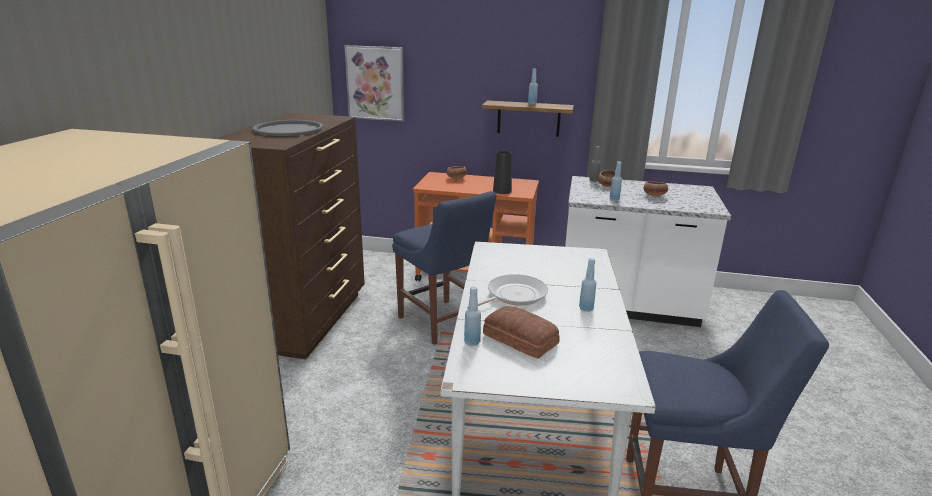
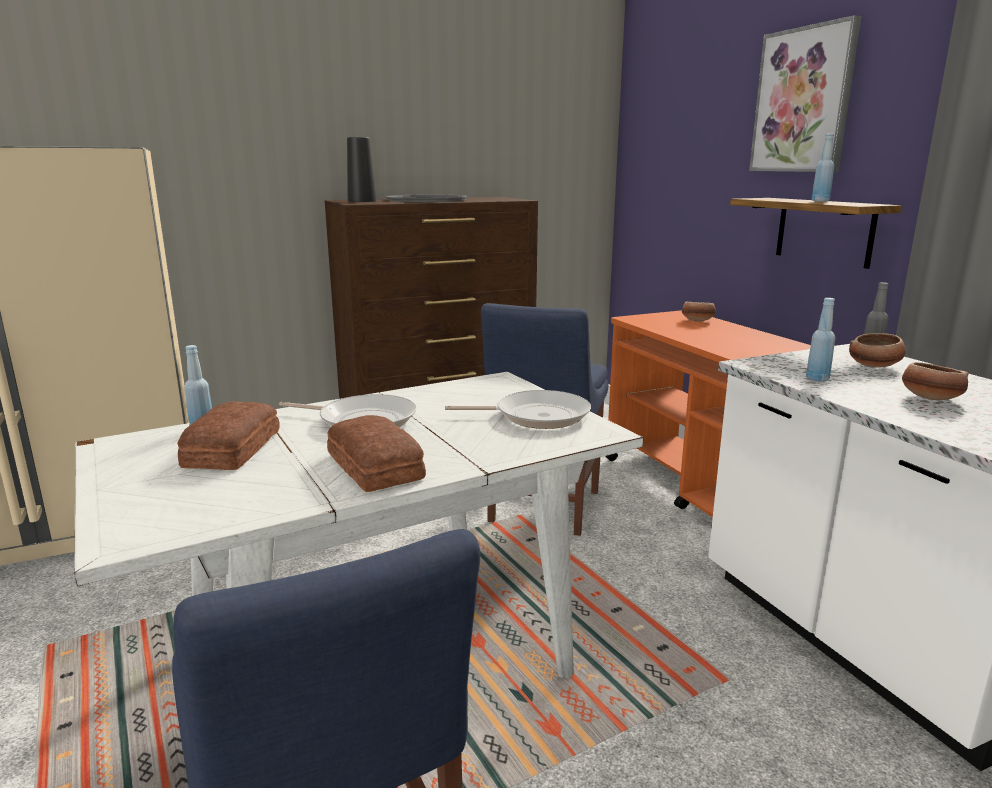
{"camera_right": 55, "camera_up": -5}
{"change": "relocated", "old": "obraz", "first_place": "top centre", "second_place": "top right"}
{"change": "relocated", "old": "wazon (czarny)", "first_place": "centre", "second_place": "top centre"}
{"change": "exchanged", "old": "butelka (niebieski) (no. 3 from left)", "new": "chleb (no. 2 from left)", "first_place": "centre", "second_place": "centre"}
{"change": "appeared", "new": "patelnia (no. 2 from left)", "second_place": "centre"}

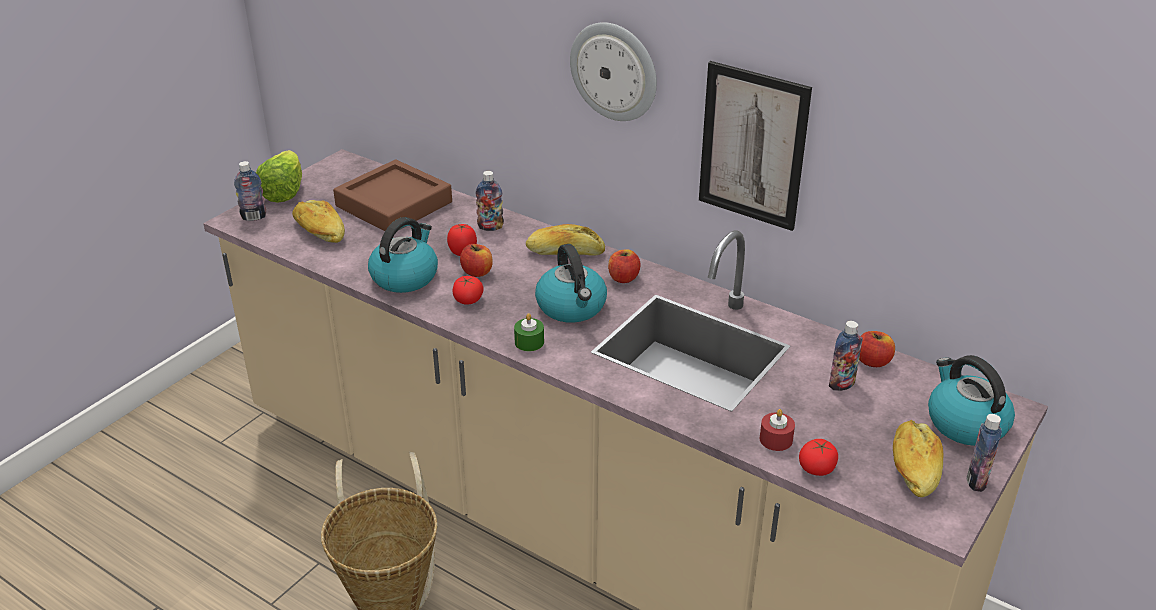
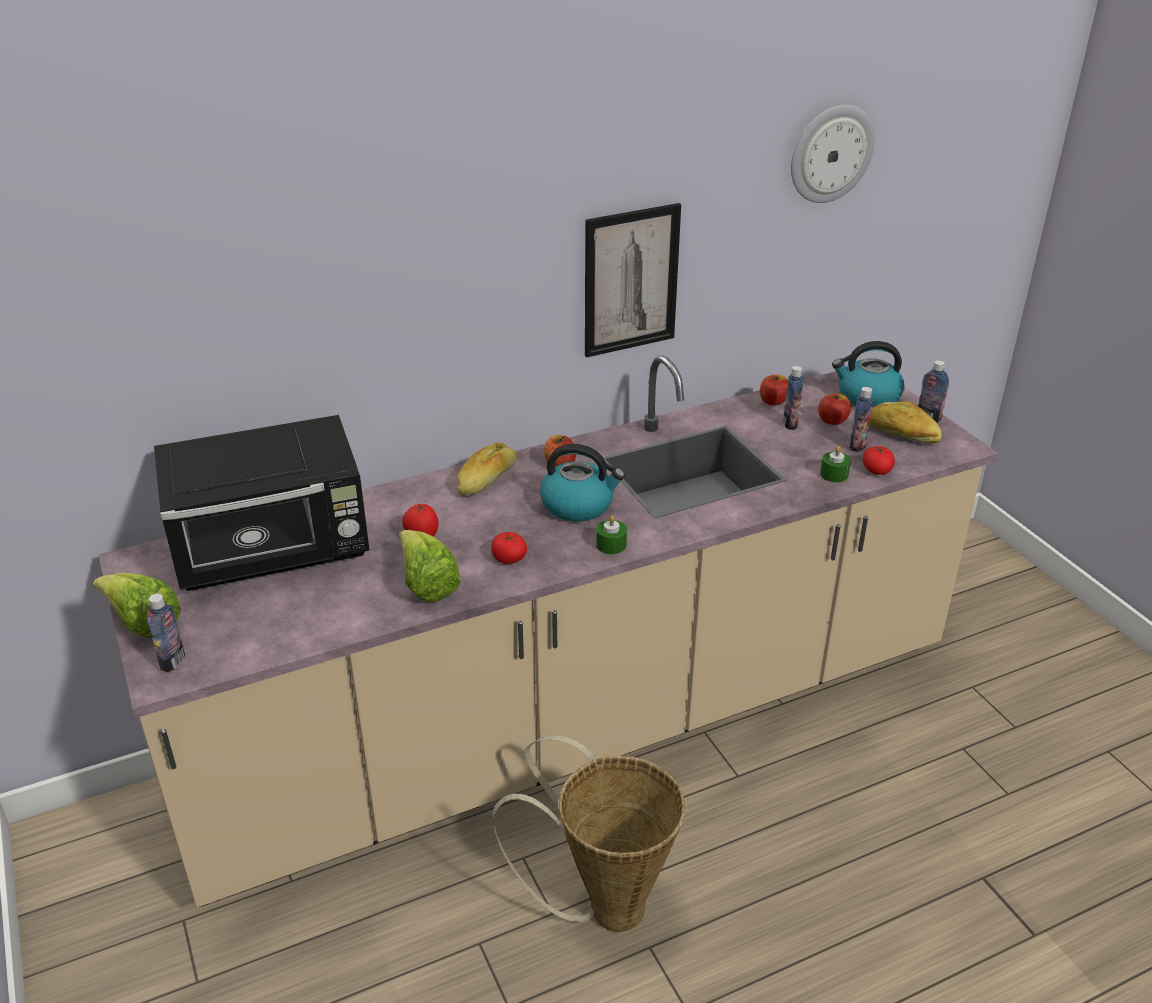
{"camera_right": -60, "camera_up": 0}
{"change": "missing", "old": "chleb (no. 1 from left)", "first_place": "middle left"}
{"change": "exchanged", "old": "taca (brązowy)", "new": "mikrofalówka (czarny)", "first_place": "top centre", "second_place": "middle left"}
{"change": "exchanged", "old": "czajnik (no. 1 from left)", "new": "sałata (no. 2 from left)", "first_place": "centre", "second_place": "centre"}
{"change": "relocated", "old": "jabłko (no. 1 from left in the first image)", "new": "jabłko (no. 3 from left)", "first_place": "centre", "second_place": "middle right"}
{"change": "relocated", "old": "butelka (no. 2 from left in the first image)", "new": "butelka (no. 3 from left)", "first_place": "top centre", "second_place": "middle right"}
{"change": "relocated", "old": "zegar ścienny", "first_place": "top centre", "second_place": "top right"}
{"change": "colour", "old": "świeca (czerwony)", "new": "świeca (zielony) (no. 2 from left)", "first_place": "bottom right", "second_place": "middle right"}

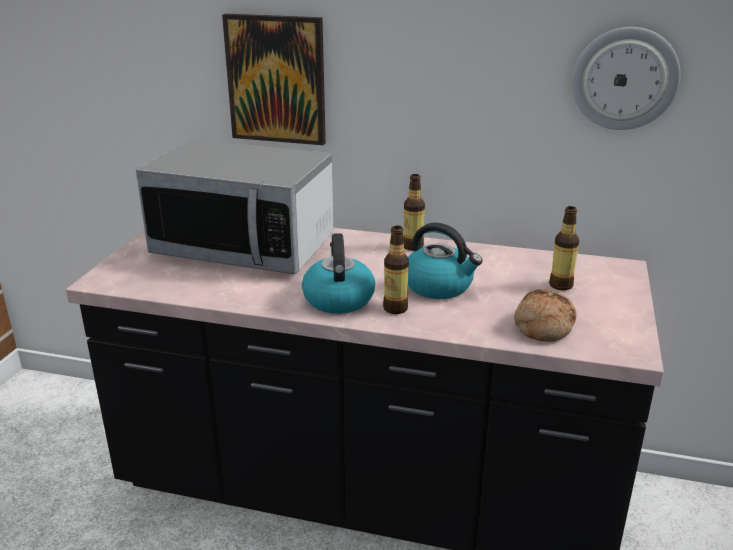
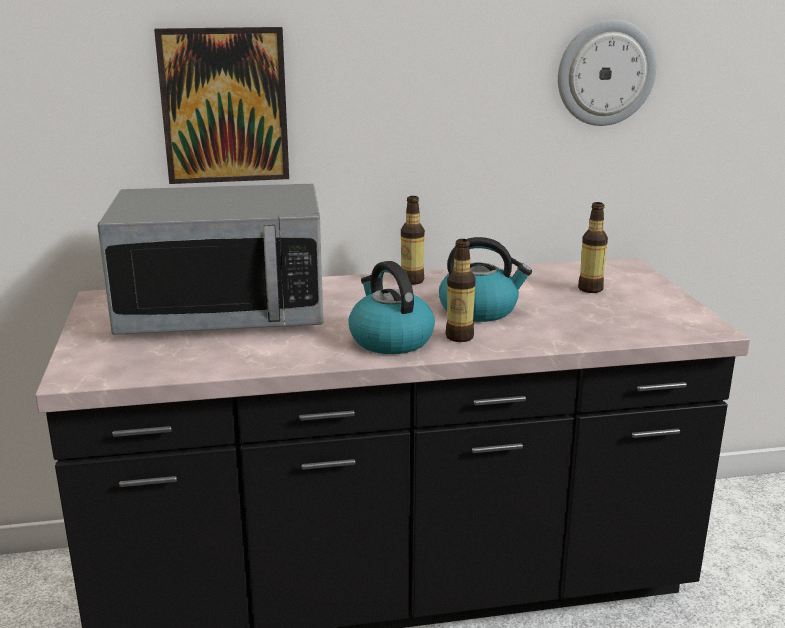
{"camera_right": -25, "camera_up": -5}
{"change": "missing", "old": "chleb", "first_place": "middle right"}

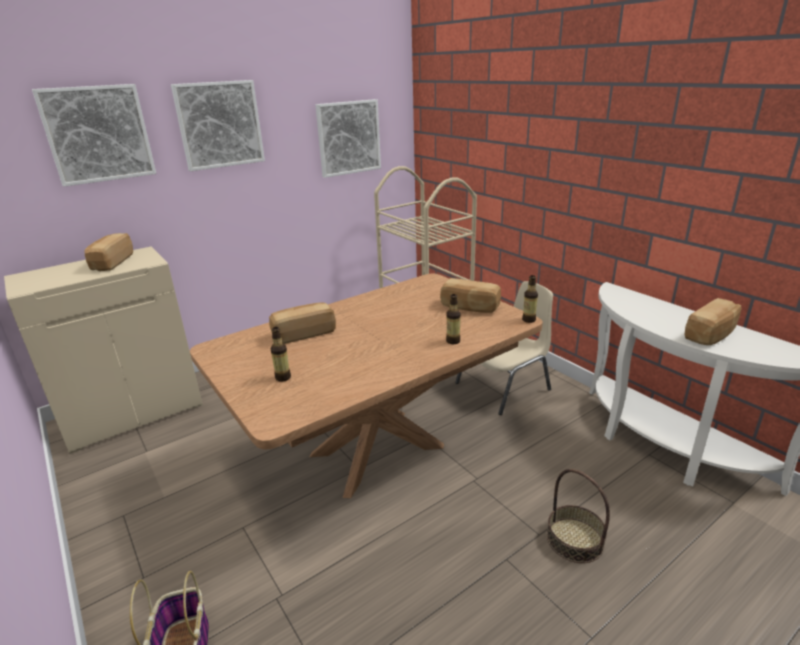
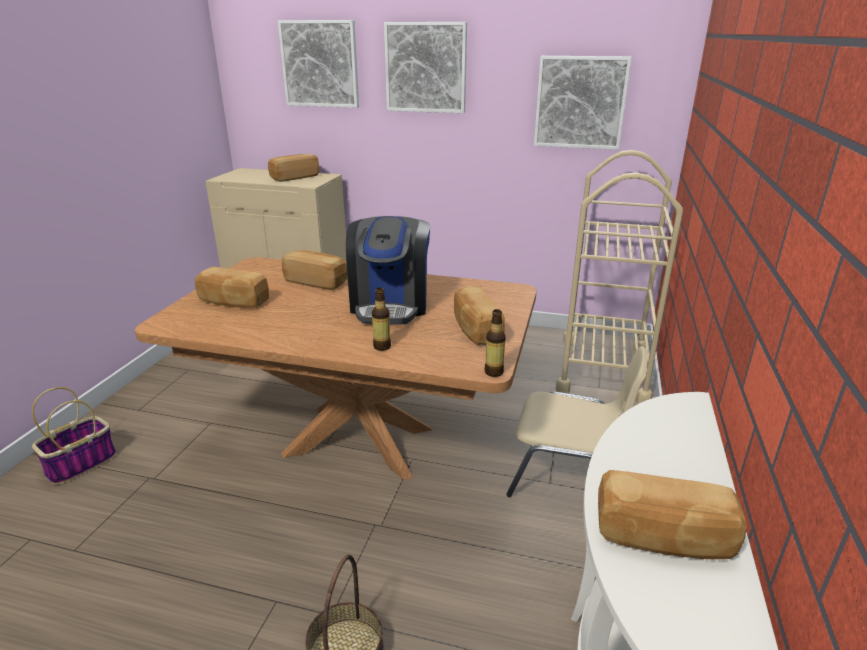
{"camera_right": 50, "camera_up": 0}
{"change": "exchanged", "old": "butelka (no. 1 from left)", "new": "chleb (no. 1 from left)", "first_place": "centre", "second_place": "middle left"}
{"change": "appeared", "new": "ekspres do kawy", "second_place": "centre"}

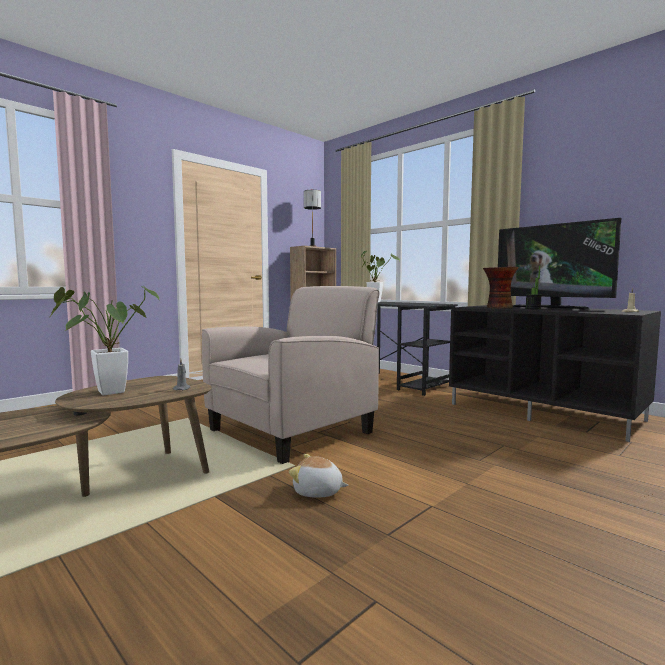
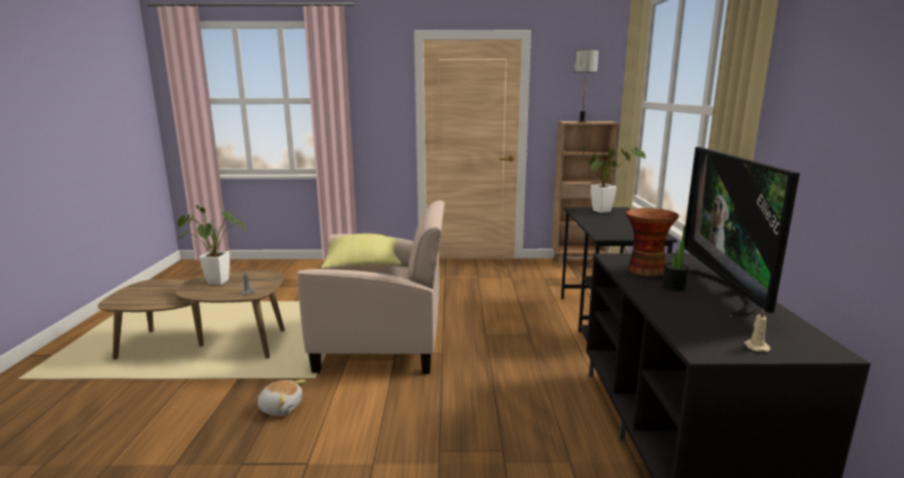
{"camera_right": 45, "camera_up": 10}
{"change": "spun", "old": "pluszak", "first_place": "bottom centre", "second_place": "bottom left", "degrees": 135}
{"change": "appeared", "new": "poduszka (żółty)", "second_place": "centre"}

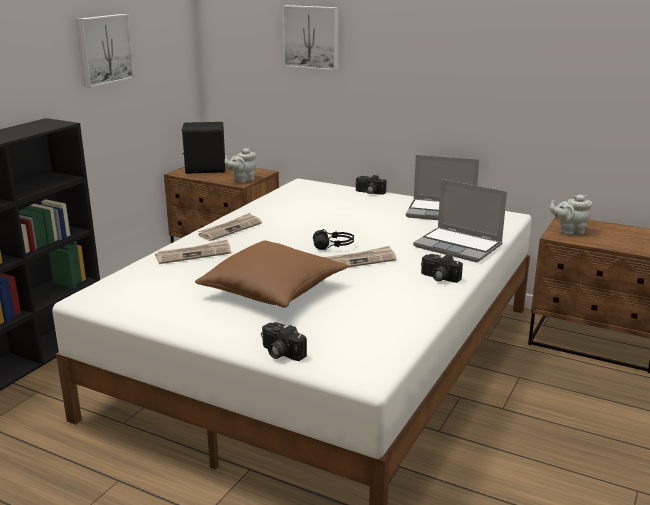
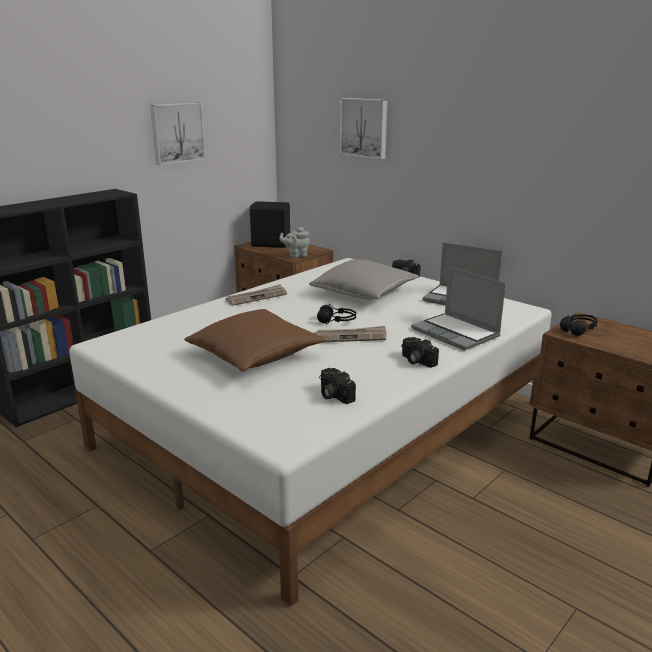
{"camera_right": 15, "camera_up": 0}
{"change": "missing", "old": "gazeta (no. 1 from left)", "first_place": "middle left"}
{"change": "relocated", "old": "aparat fotograficzny (no. 1 from left)", "first_place": "bottom centre", "second_place": "centre"}
{"change": "exchanged", "old": "imbryk (szary) (no. 2 from left)", "new": "słuchawki (czarny) (no. 2 from left)", "first_place": "middle right", "second_place": "middle right"}
{"change": "appeared", "new": "poduszka (szary)", "second_place": "centre"}

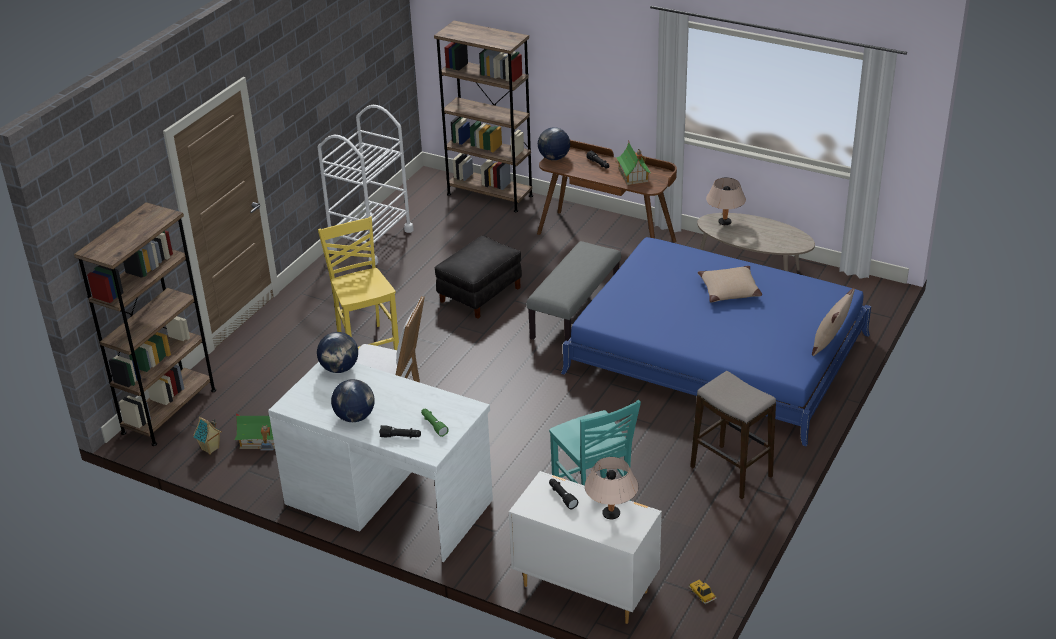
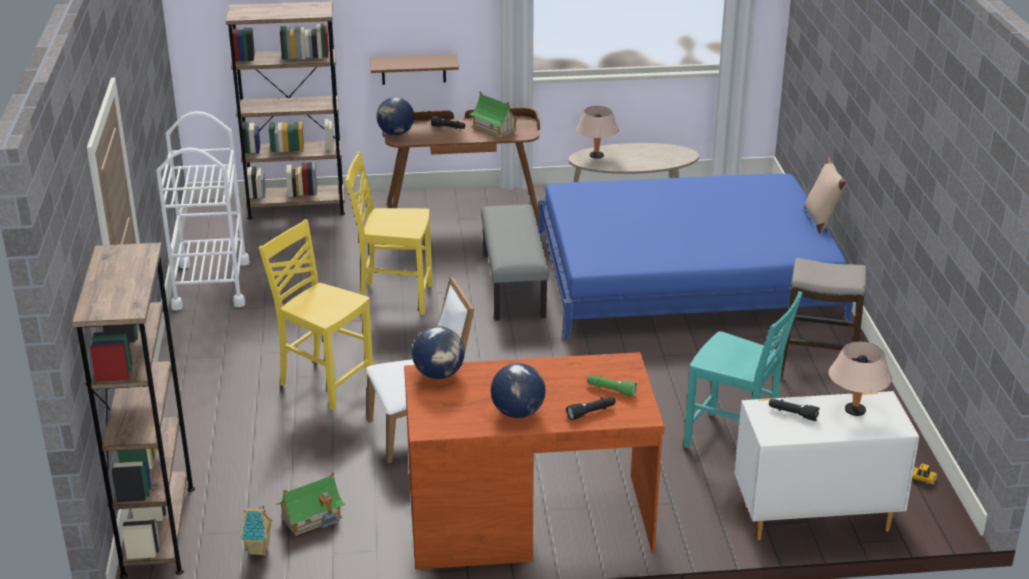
{"camera_right": -35, "camera_up": -5}
{"change": "colour", "old": "biurko (biały)", "new": "biurko (brązowy) (no. 2 from left)", "first_place": "bottom centre", "second_place": "bottom centre"}
{"change": "exchanged", "old": "pufa (czarny)", "new": "krzesło (żółty) (no. 2 from left)", "first_place": "centre", "second_place": "centre"}
{"change": "missing", "old": "poduszka (beżowy) (no. 1 from left)", "first_place": "middle right"}
{"change": "appeared", "new": "półka (brązowy)", "second_place": "top centre"}

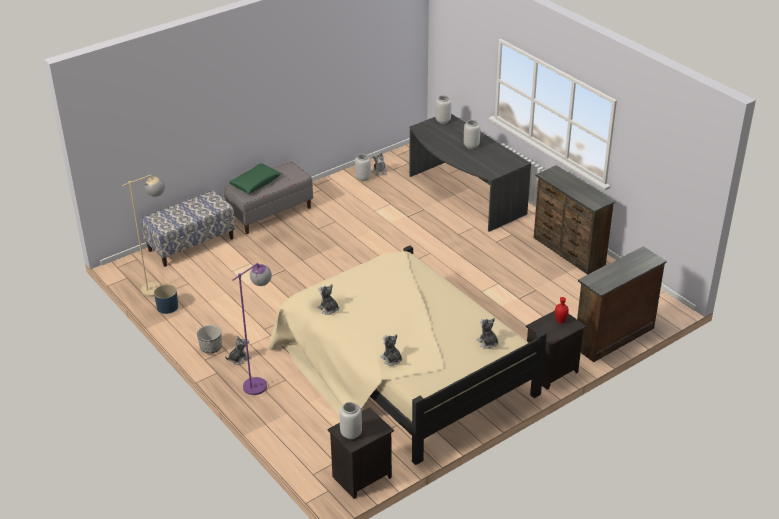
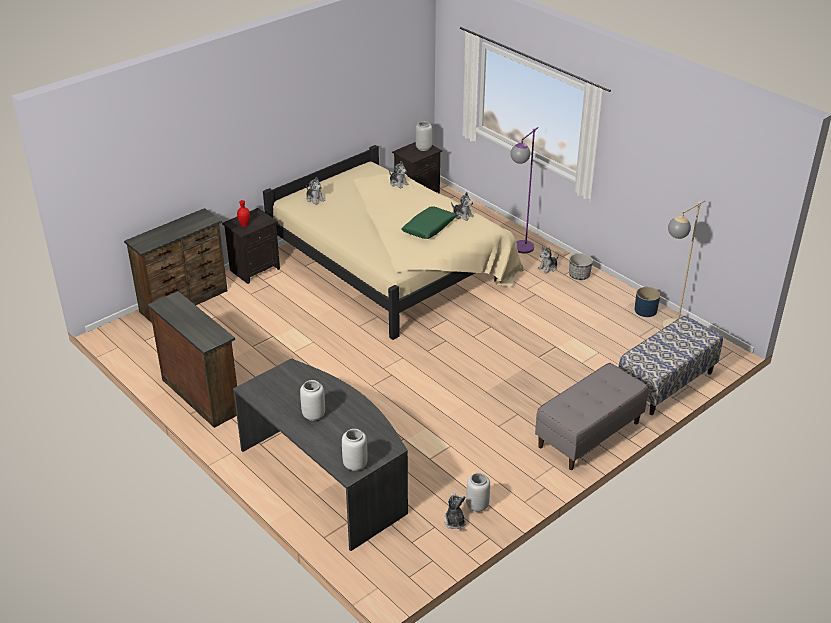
{"camera_right": 175, "camera_up": 0}
{"change": "relocated", "old": "poduszka (zielony)", "first_place": "middle left", "second_place": "centre"}

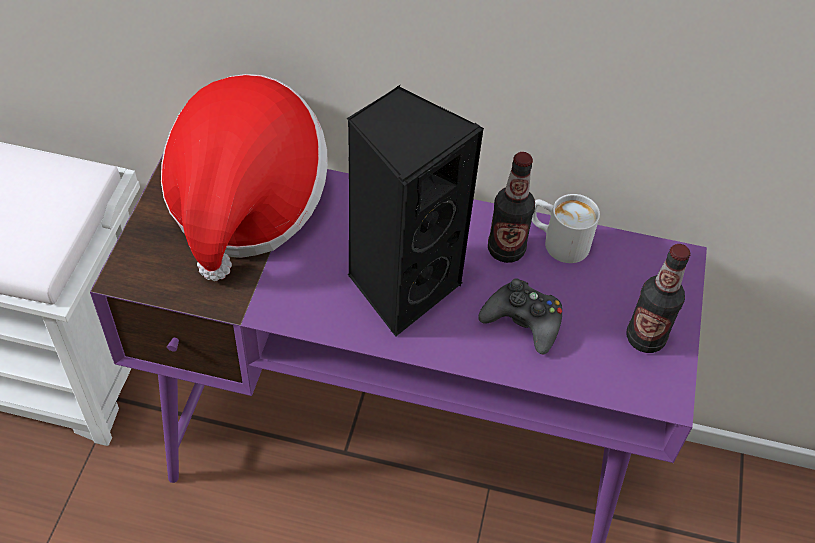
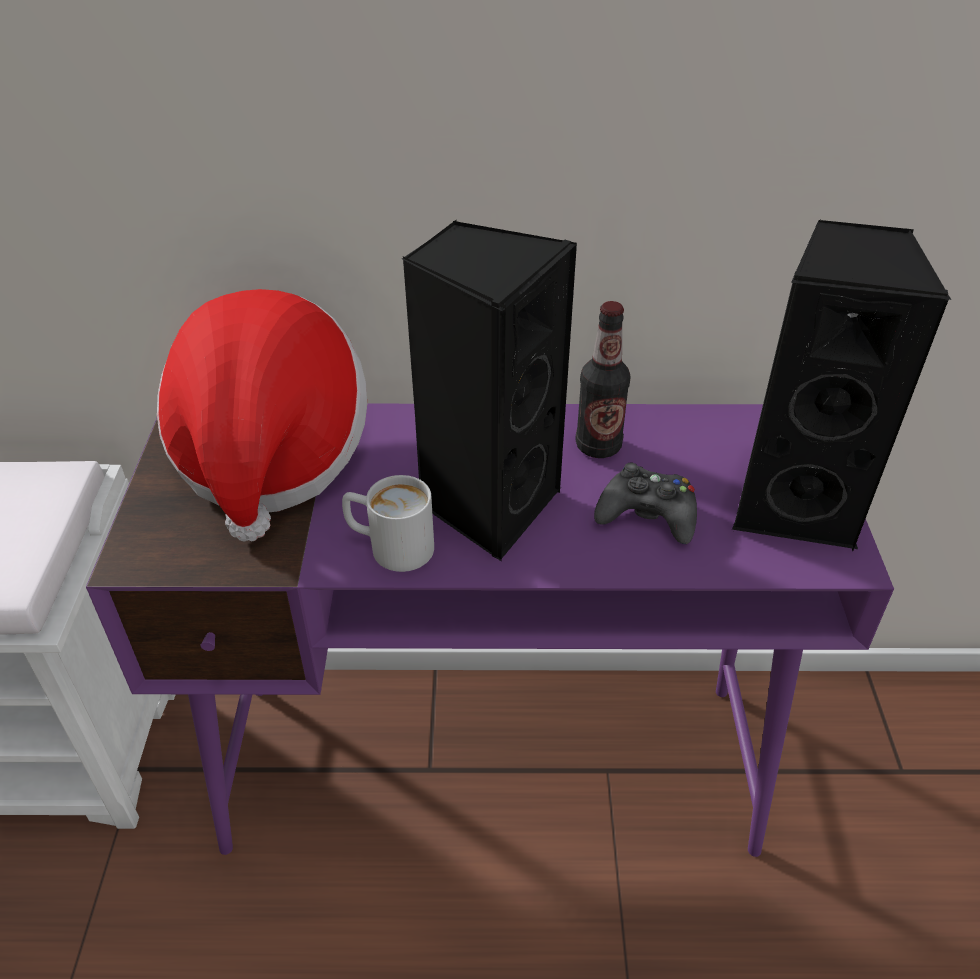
{"camera_right": -10, "camera_up": -10}
{"change": "relocated", "old": "kubek (biały)", "first_place": "middle right", "second_place": "centre"}
{"change": "exchanged", "old": "butelka (no. 2 from left)", "new": "głośnik (czarny) (no. 2 from left)", "first_place": "middle right", "second_place": "middle right"}

